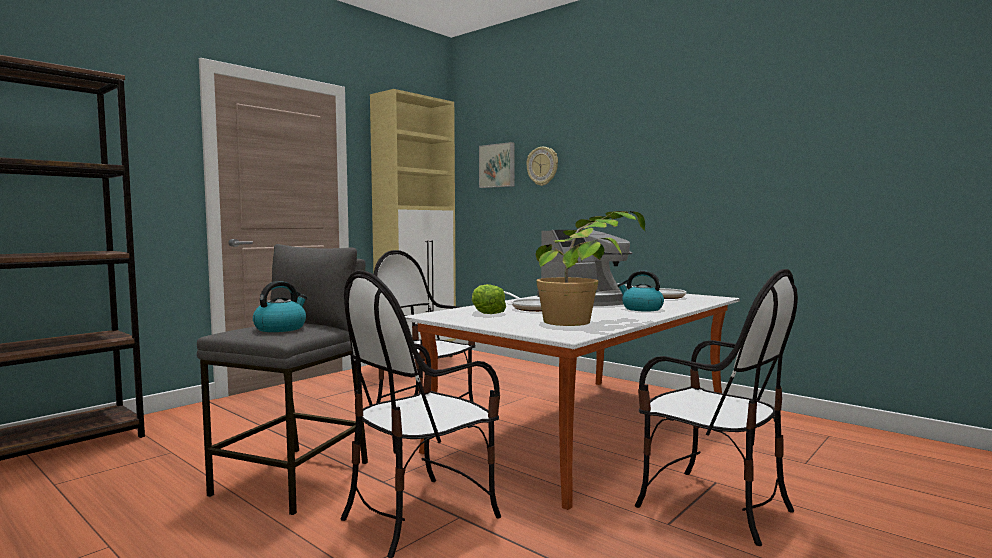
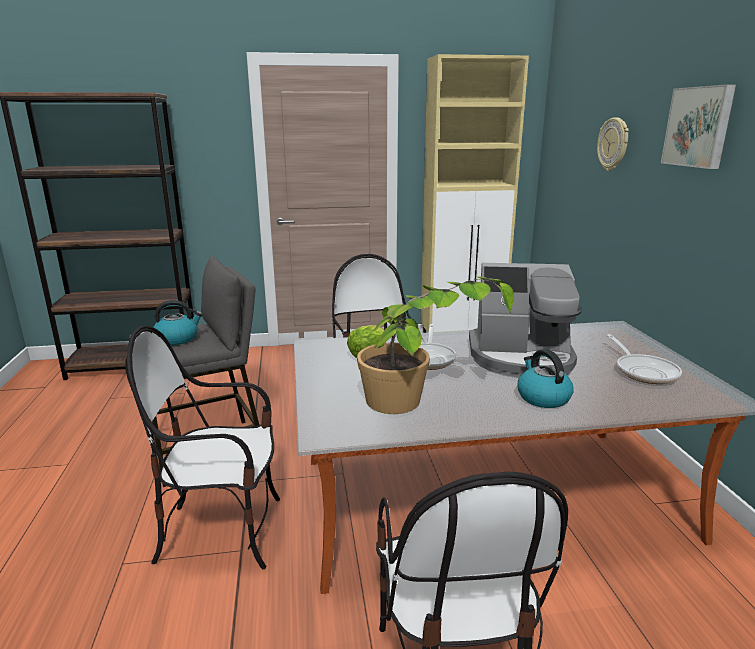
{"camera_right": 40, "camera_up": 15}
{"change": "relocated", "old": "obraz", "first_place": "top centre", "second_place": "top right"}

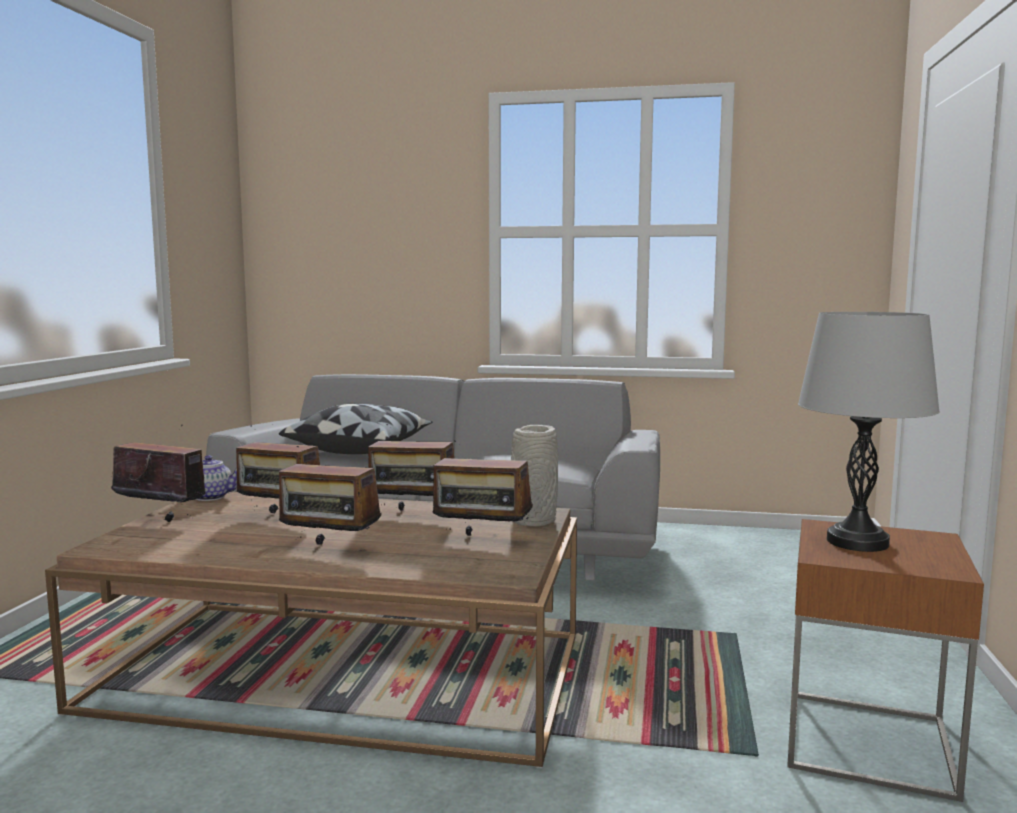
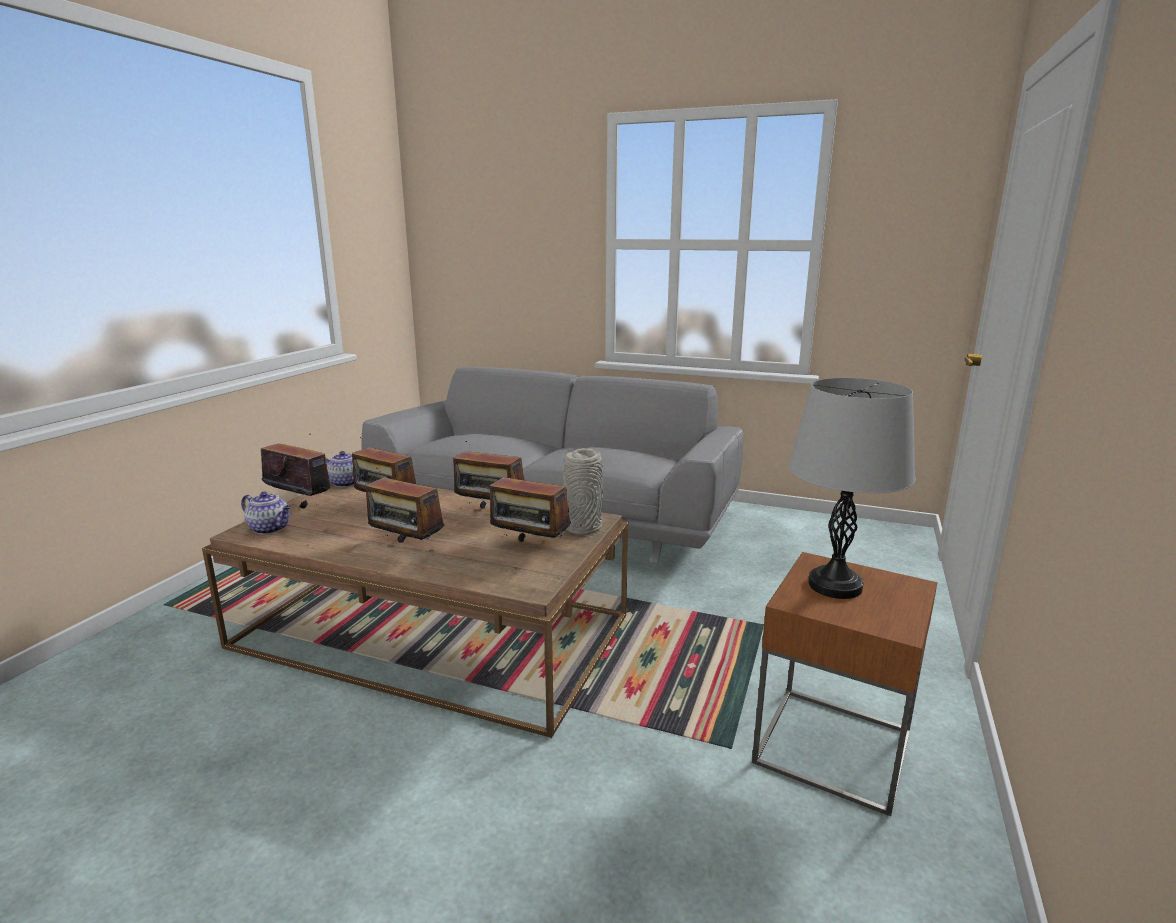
{"camera_right": 10, "camera_up": 10}
{"change": "missing", "old": "poduszka", "first_place": "centre"}
{"change": "appeared", "new": "imbryk (no. 1 from left)", "second_place": "middle left"}

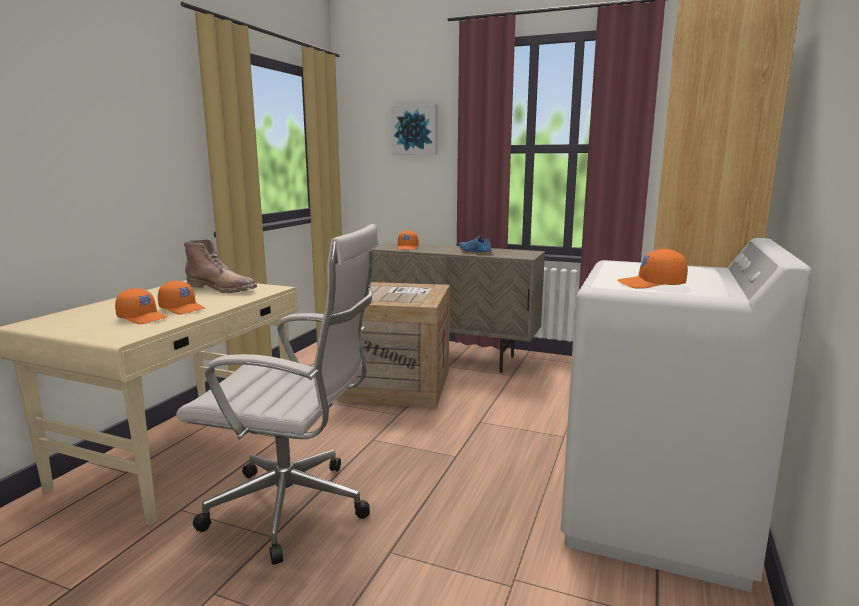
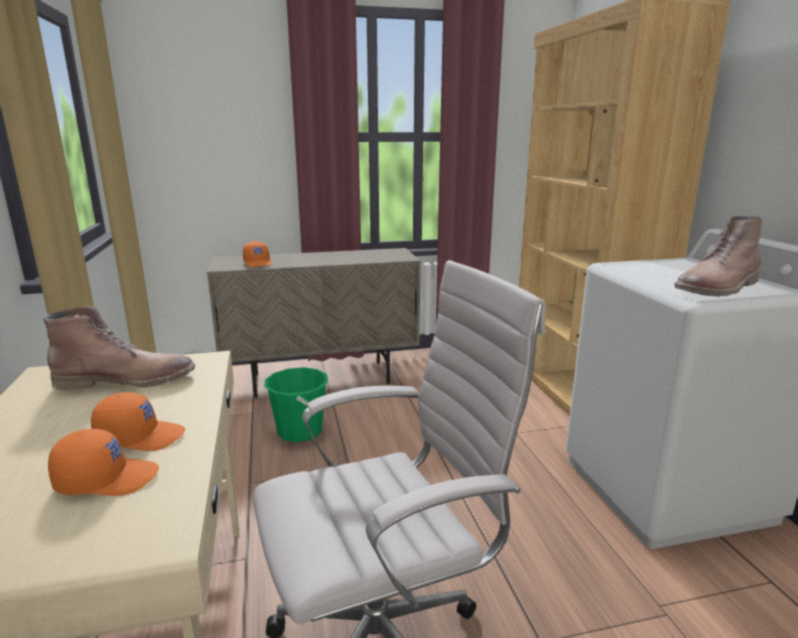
{"camera_right": -35, "camera_up": 5}
{"change": "exchanged", "old": "skrzynka", "new": "wiadro (zielony)", "first_place": "centre", "second_place": "centre"}
{"change": "missing", "old": "obraz", "first_place": "top centre"}
{"change": "missing", "old": "but (niebieski)", "first_place": "centre"}
{"change": "exchanged", "old": "czapka z daszkiem (pomarańczowy) (no. 4 from left)", "new": "but z cholewką (brązowy) (no. 2 from left)", "first_place": "middle right", "second_place": "middle right"}

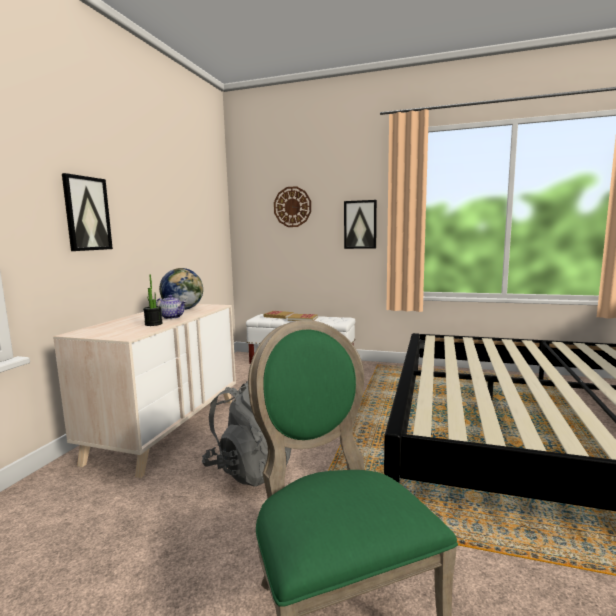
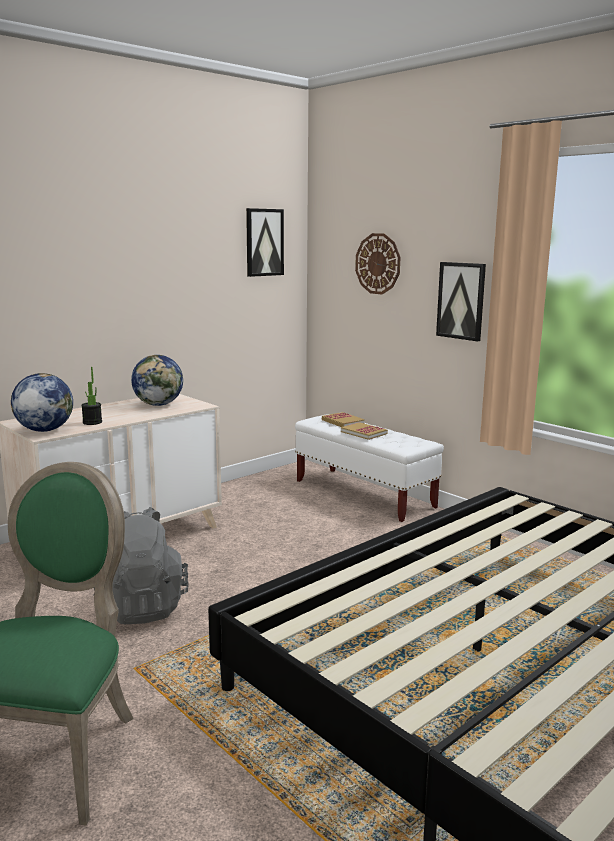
{"camera_right": 30, "camera_up": 5}
{"change": "relocated", "old": "obraz (no. 1 from left)", "first_place": "middle left", "second_place": "top centre"}
{"change": "missing", "old": "imbryk", "first_place": "middle left"}
{"change": "appeared", "new": "globus (no. 1 from left)", "second_place": "middle left"}

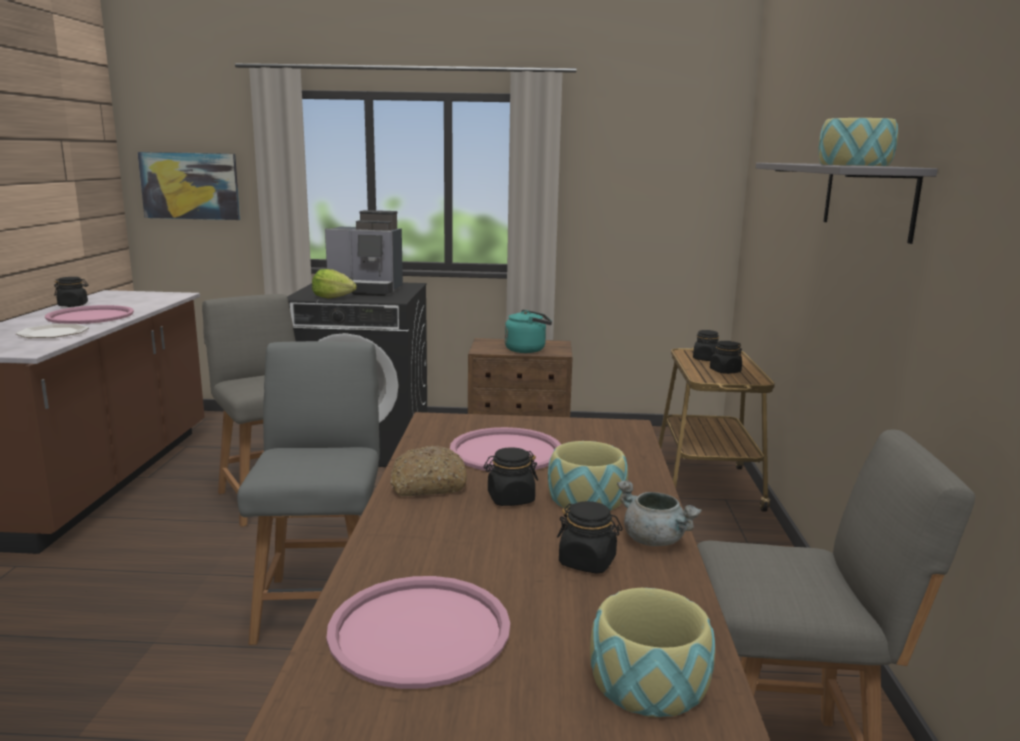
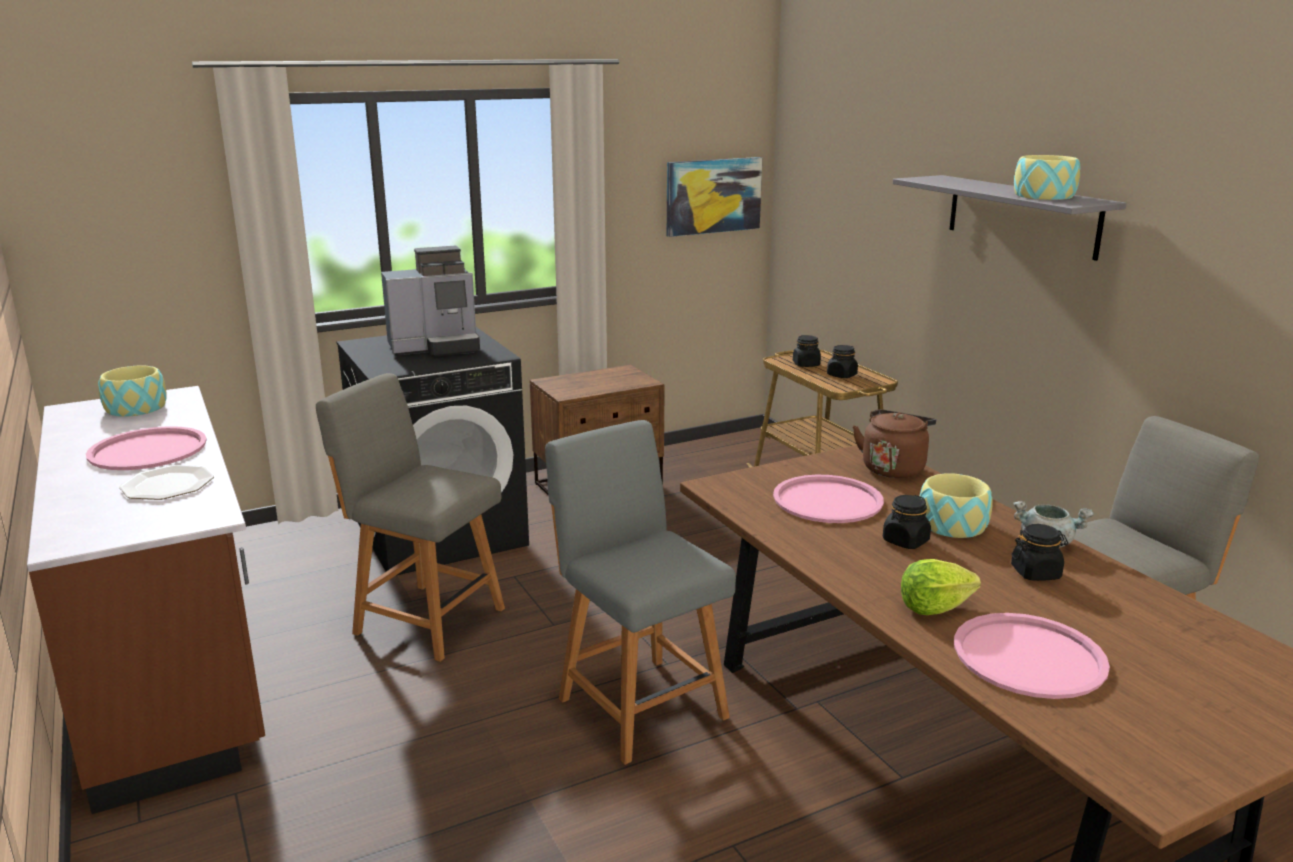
{"camera_right": -30, "camera_up": 5}
{"change": "missing", "old": "słoik (czarny) (no. 1 from left)", "first_place": "middle left"}
{"change": "relocated", "old": "obraz", "first_place": "top left", "second_place": "top centre"}
{"change": "relocated", "old": "sałata", "first_place": "middle left", "second_place": "bottom right"}
{"change": "missing", "old": "chleb", "first_place": "centre"}
{"change": "missing", "old": "czajnik (turkusowy)", "first_place": "centre"}
{"change": "relocated", "old": "miska (no. 2 from left in the first image)", "new": "miska (no. 1 from left)", "first_place": "bottom centre", "second_place": "middle left"}
{"change": "appeared", "new": "czajnik (brązowy)", "second_place": "middle right"}

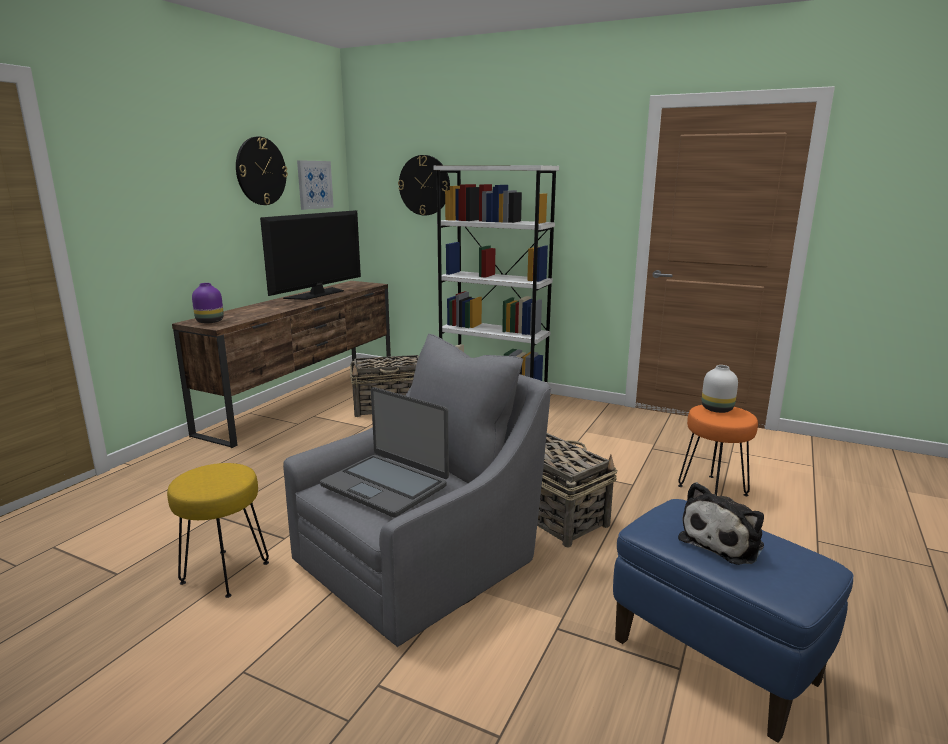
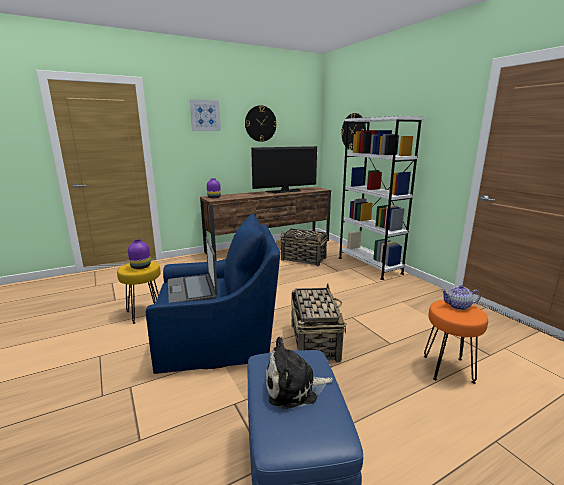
{"camera_right": 35, "camera_up": 0}
{"change": "colour", "old": "fotel (szary)", "new": "fotel (niebieski)", "first_place": "centre", "second_place": "centre"}
{"change": "relocated", "old": "obraz", "first_place": "top left", "second_place": "top centre"}
{"change": "exchanged", "old": "wazon (biały)", "new": "imbryk", "first_place": "middle right", "second_place": "middle right"}
{"change": "appeared", "new": "wazon (fioletowy) (no. 1 from left)", "second_place": "middle left"}

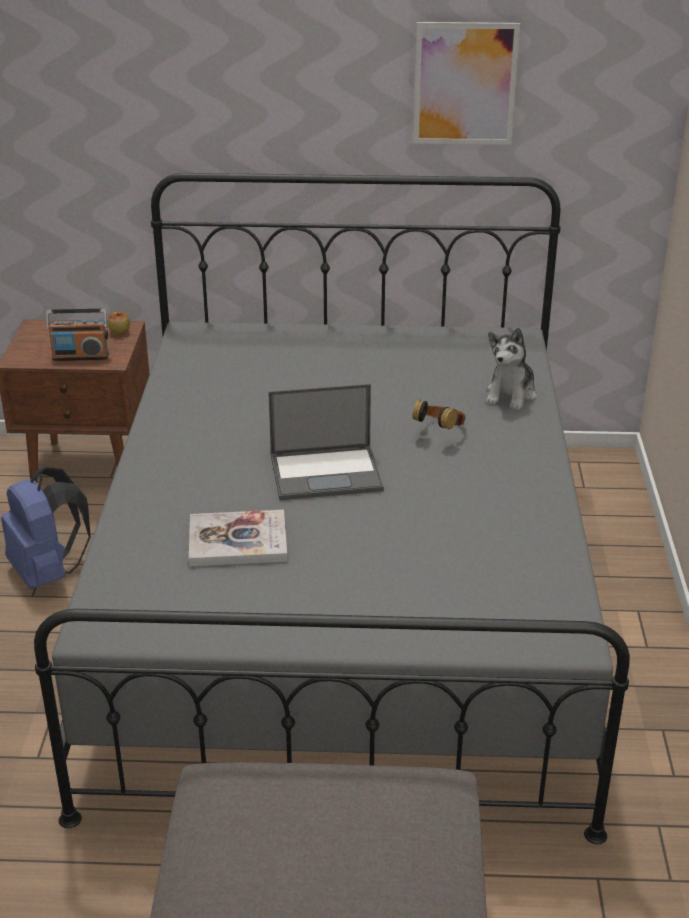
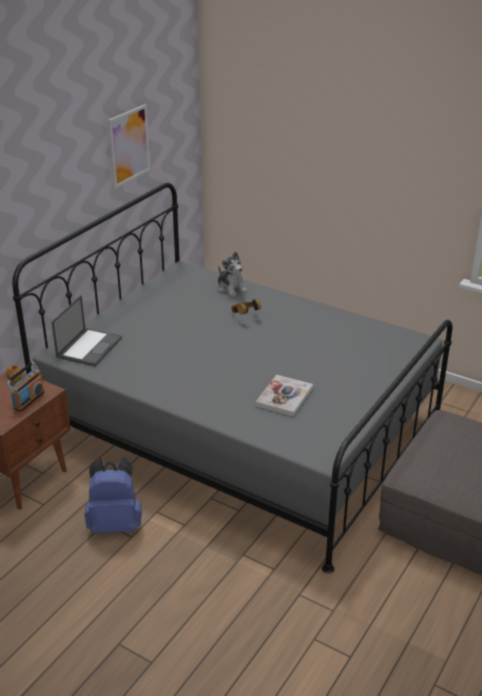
{"camera_right": -60, "camera_up": 0}
{"change": "relocated", "old": "laptop", "first_place": "centre", "second_place": "middle left"}

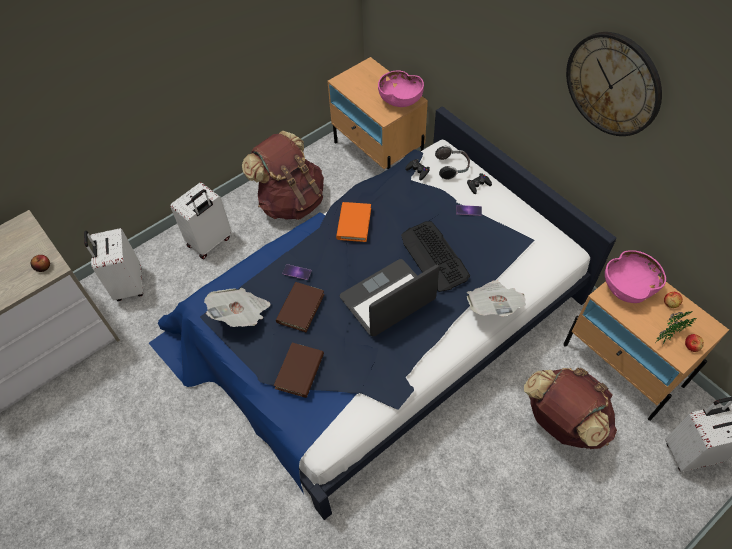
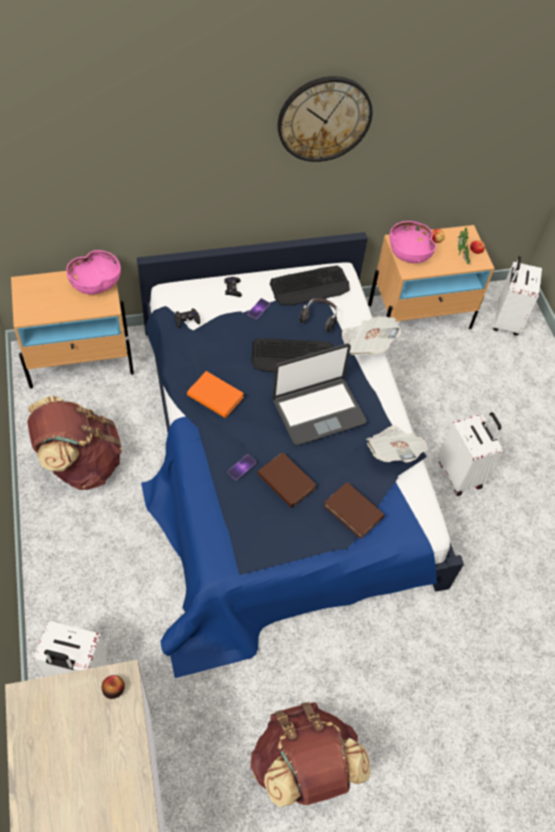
{"camera_right": -70, "camera_up": 0}
{"change": "relocated", "old": "walizka (biały) (no. 2 from left)", "first_place": "middle left", "second_place": "middle right"}
{"change": "relocated", "old": "gazeta (no. 1 from left in the first image)", "new": "gazeta (no. 2 from left)", "first_place": "middle left", "second_place": "middle right"}
{"change": "spun", "old": "laptop", "first_place": "centre", "second_place": "centre", "degrees": -105}
{"change": "relocated", "old": "słuchawki", "first_place": "top centre", "second_place": "centre"}
{"change": "relocated", "old": "plecak (brązowy) (no. 2 from left)", "first_place": "bottom right", "second_place": "bottom centre"}
{"change": "appeared", "new": "klawiatura (no. 2 from left)", "second_place": "centre"}

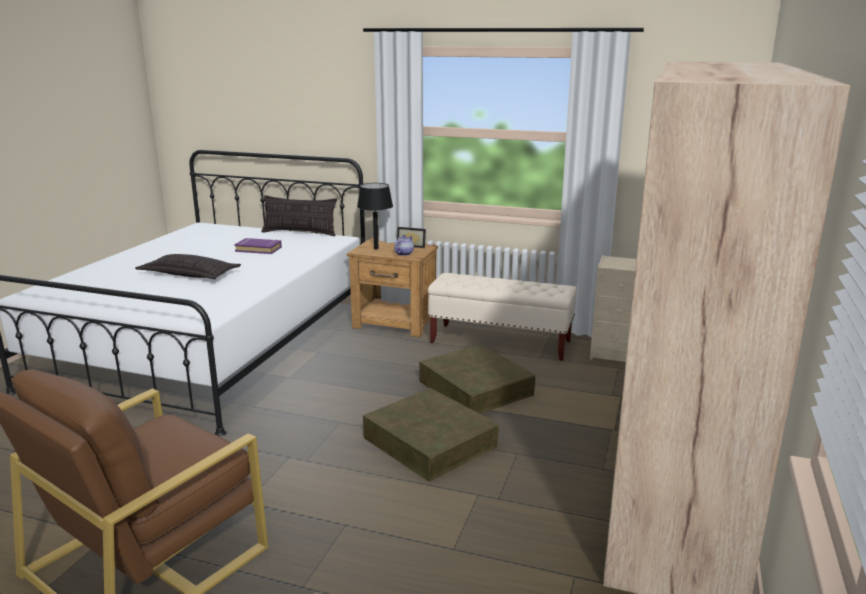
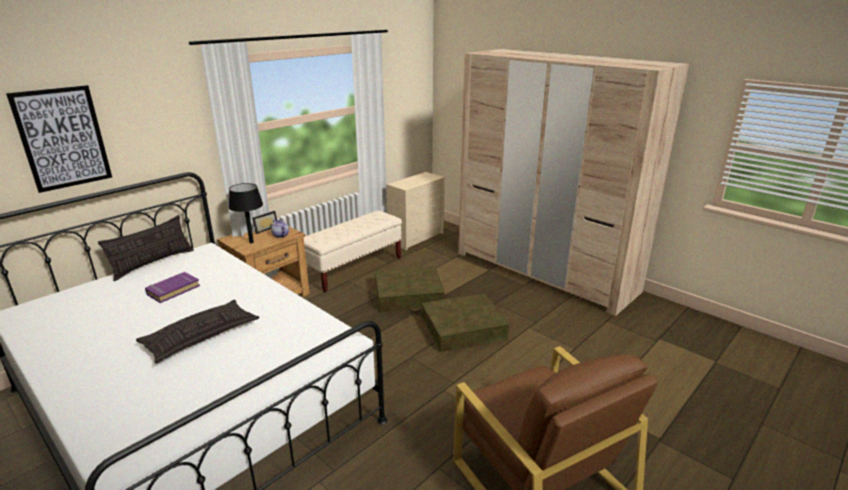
{"camera_right": -65, "camera_up": 5}
{"change": "appeared", "new": "obraz", "second_place": "top left"}

